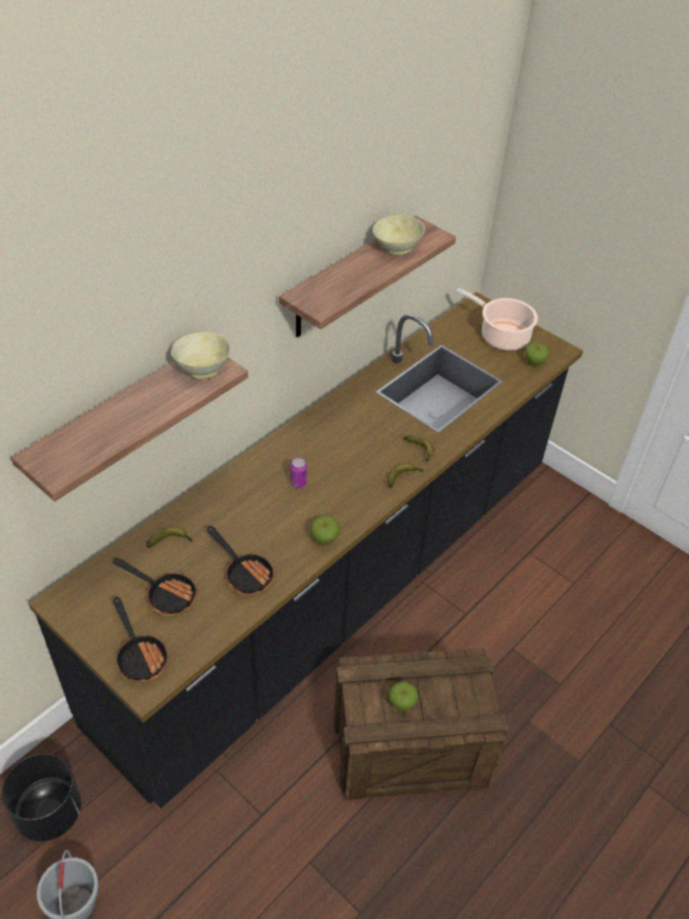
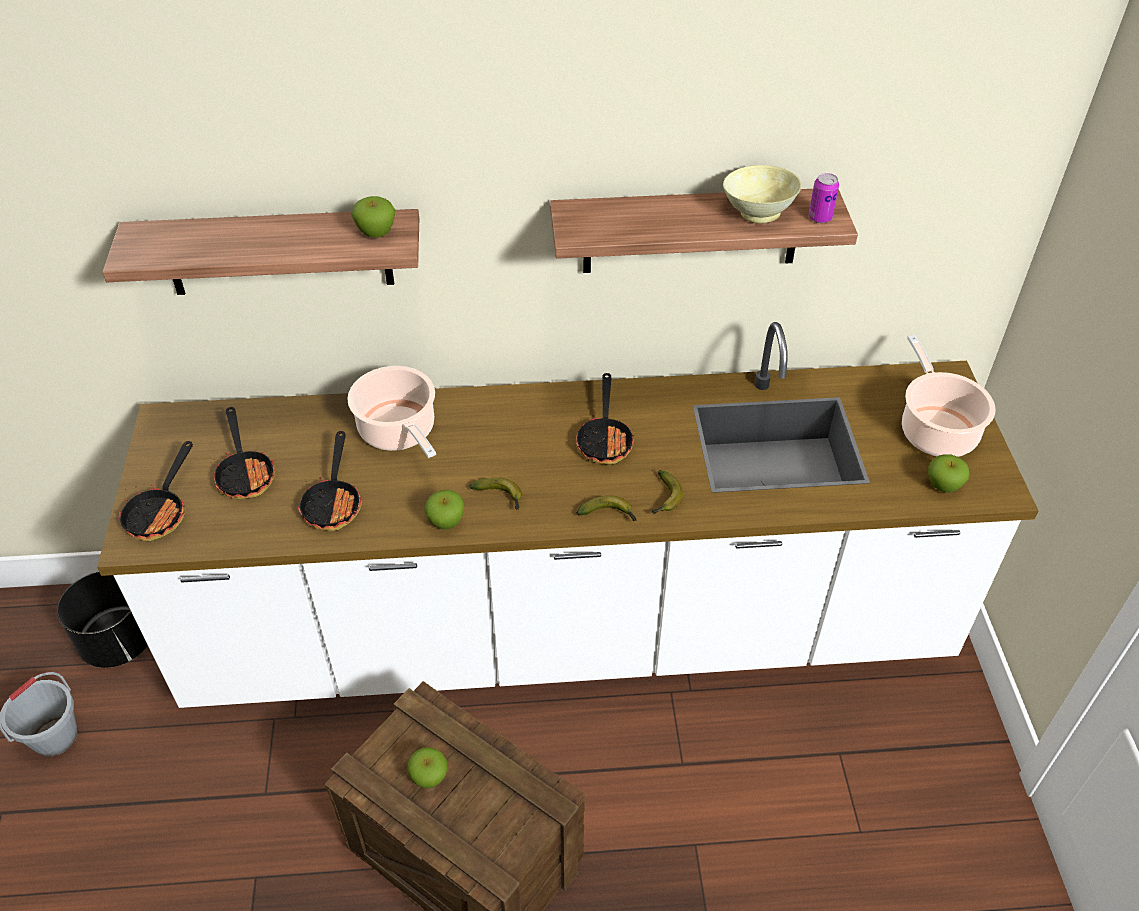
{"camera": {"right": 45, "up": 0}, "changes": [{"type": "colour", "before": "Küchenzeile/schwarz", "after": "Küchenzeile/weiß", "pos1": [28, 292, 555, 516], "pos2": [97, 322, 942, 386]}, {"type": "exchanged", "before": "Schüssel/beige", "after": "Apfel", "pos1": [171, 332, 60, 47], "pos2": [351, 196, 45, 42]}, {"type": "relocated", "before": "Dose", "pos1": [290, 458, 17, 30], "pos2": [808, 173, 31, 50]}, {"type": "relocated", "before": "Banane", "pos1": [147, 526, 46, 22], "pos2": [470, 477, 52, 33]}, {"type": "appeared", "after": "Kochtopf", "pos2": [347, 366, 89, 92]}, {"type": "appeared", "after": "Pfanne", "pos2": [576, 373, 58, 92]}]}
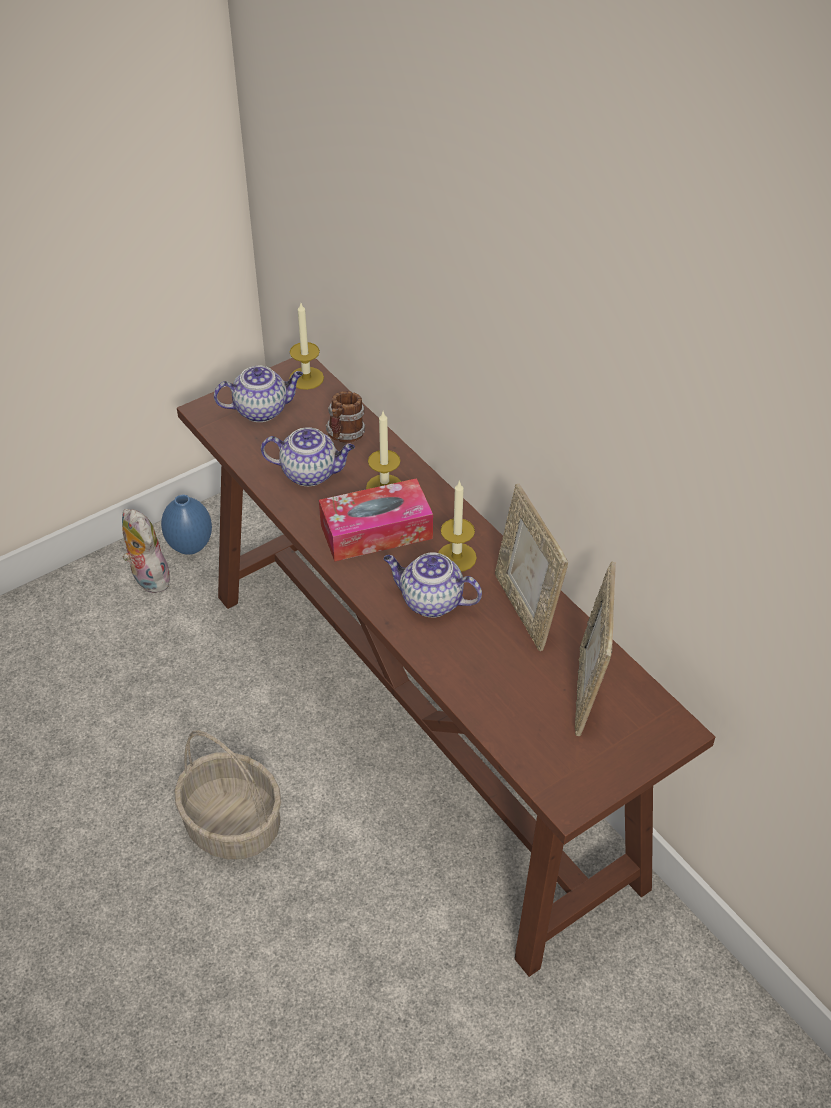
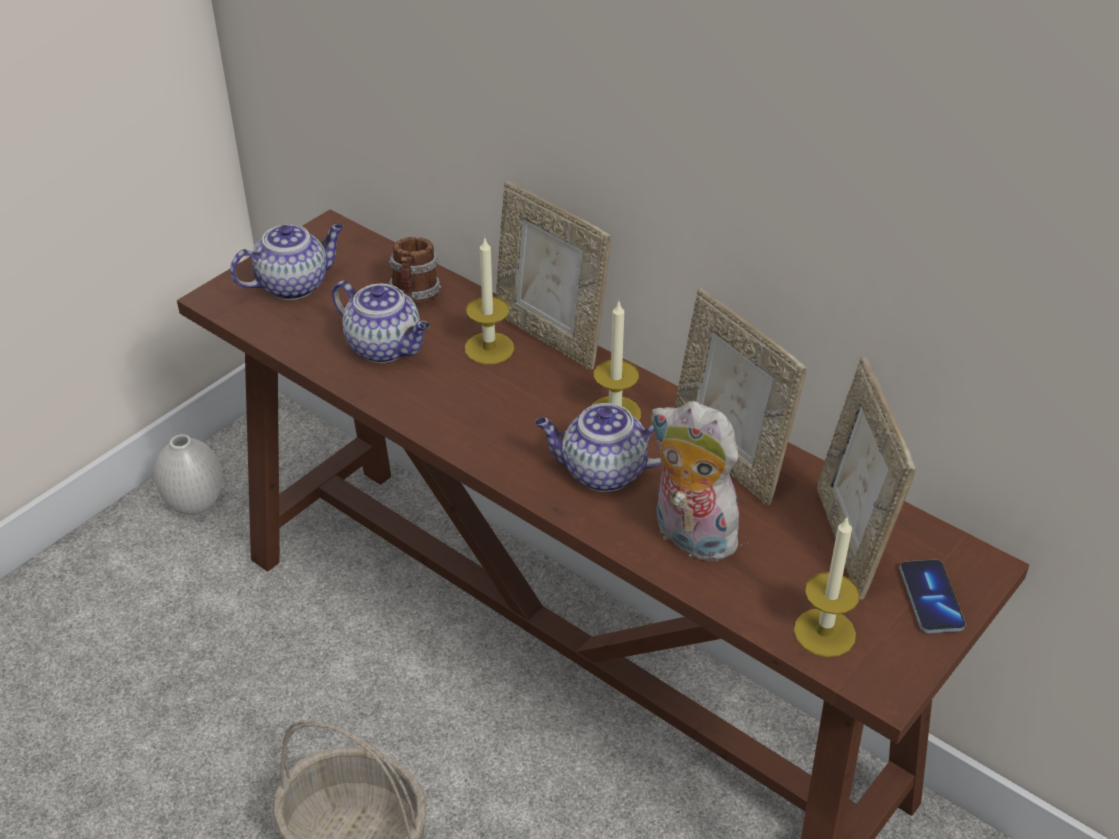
{"camera": {"right": -15, "up": -5}, "changes": [{"type": "relocated", "before": "Kerze", "pos1": [289, 303, 35, 87], "pos2": [794, 516, 66, 141]}, {"type": "spun", "before": "Teekanne", "pos1": [261, 427, 94, 59], "pos2": [332, 280, 98, 83], "turn": 45}, {"type": "missing", "before": "Taschentuchbox", "pos1": [319, 478, 114, 84]}, {"type": "colour", "before": "Vase/blau", "after": "Vase/weiß", "pos1": [161, 495, 51, 60], "pos2": [154, 434, 69, 81]}, {"type": "relocated", "before": "Plüschtier", "pos1": [122, 509, 48, 84], "pos2": [650, 401, 95, 160]}, {"type": "appeared", "after": "Bilderrahmen", "pos2": [496, 181, 115, 189]}, {"type": "appeared", "after": "Handy", "pos2": [900, 560, 66, 73]}]}
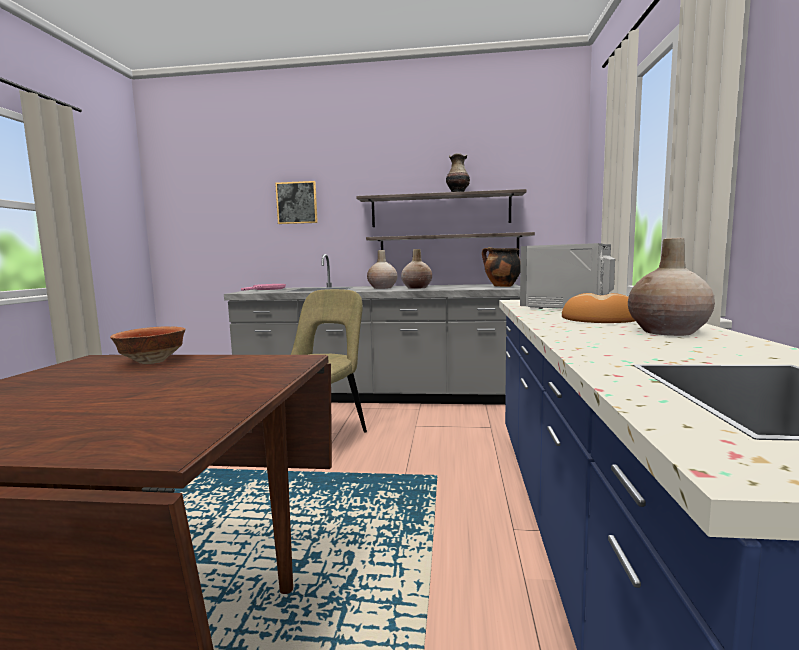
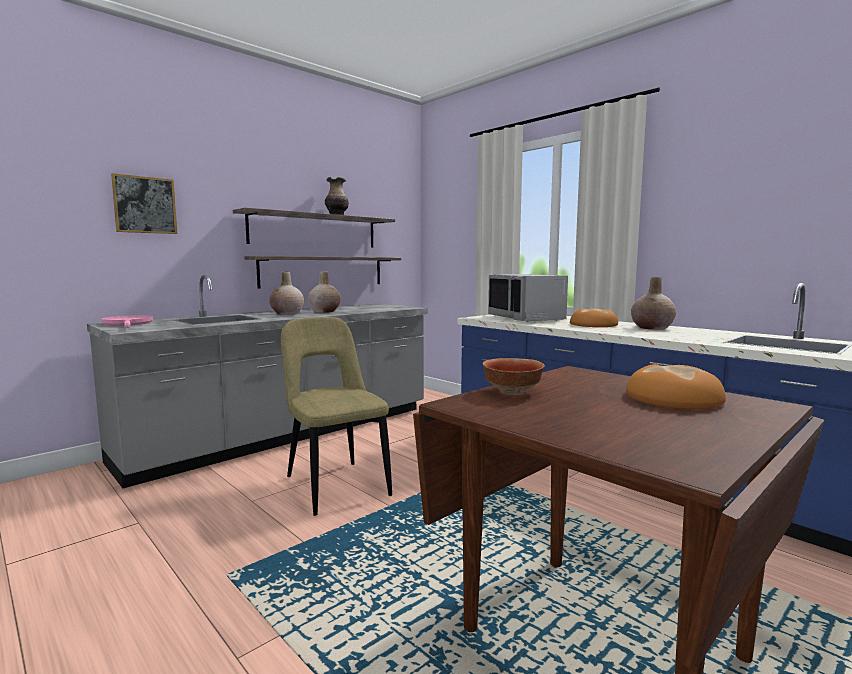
{"camera": {"right": -50, "up": 0}, "changes": [{"type": "missing", "before": "Kochtopf", "pos1": [482, 247, 39, 40]}, {"type": "appeared", "after": "Brot", "pos2": [626, 364, 100, 45]}]}
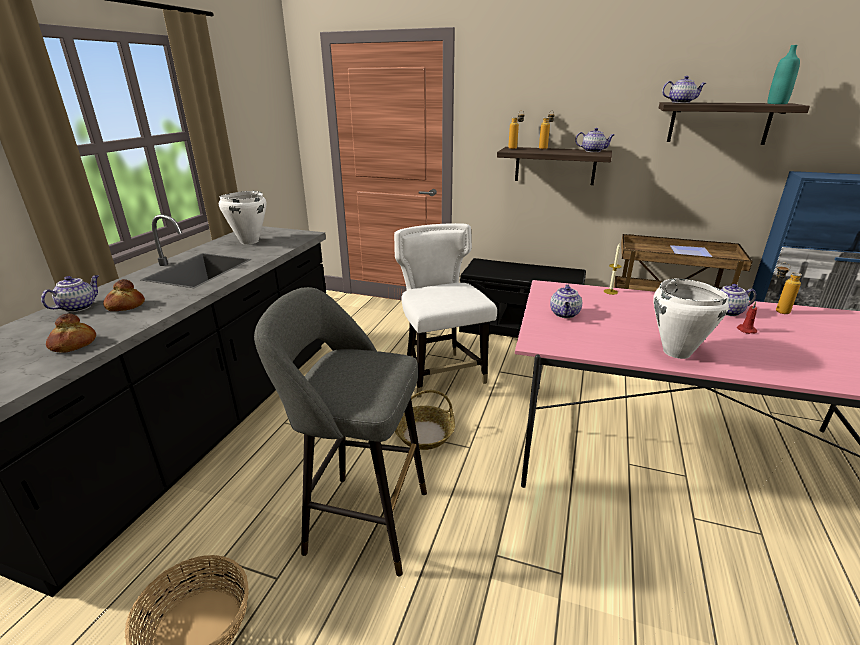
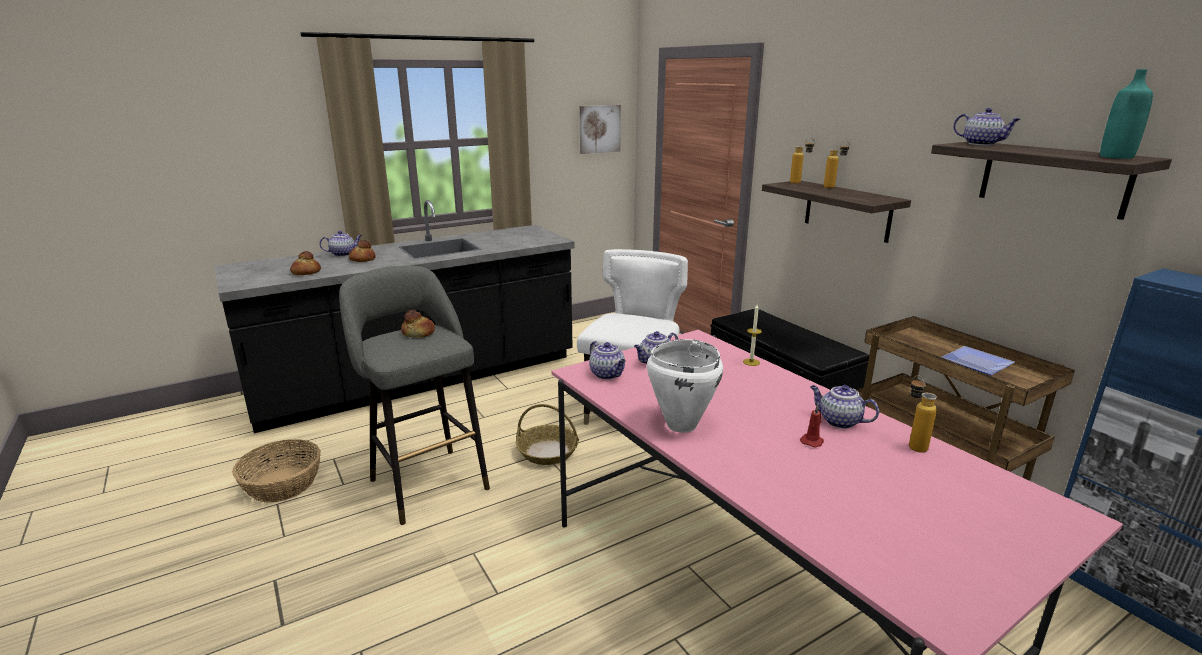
{"camera": {"right": 40, "up": -5}, "changes": [{"type": "relocated", "before": "Teekanne", "pos1": [575, 128, 40, 24], "pos2": [589, 341, 37, 39]}, {"type": "missing", "before": "Kochtopf/weiß", "pos1": [219, 191, 47, 53]}, {"type": "appeared", "after": "Bild", "pos2": [580, 105, 41, 49]}, {"type": "appeared", "after": "Brot", "pos2": [401, 310, 34, 28]}]}
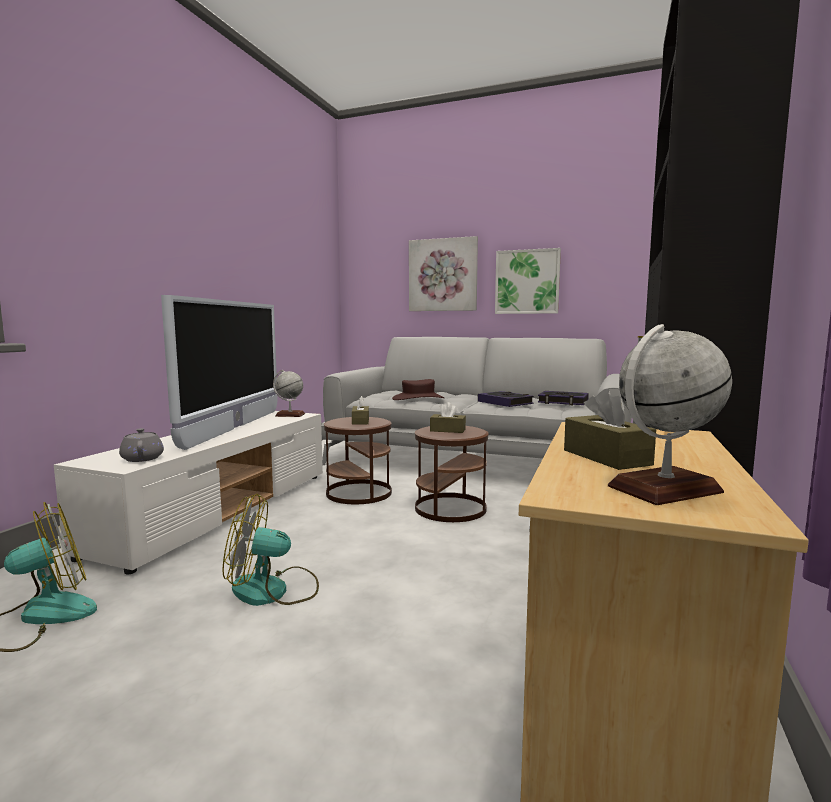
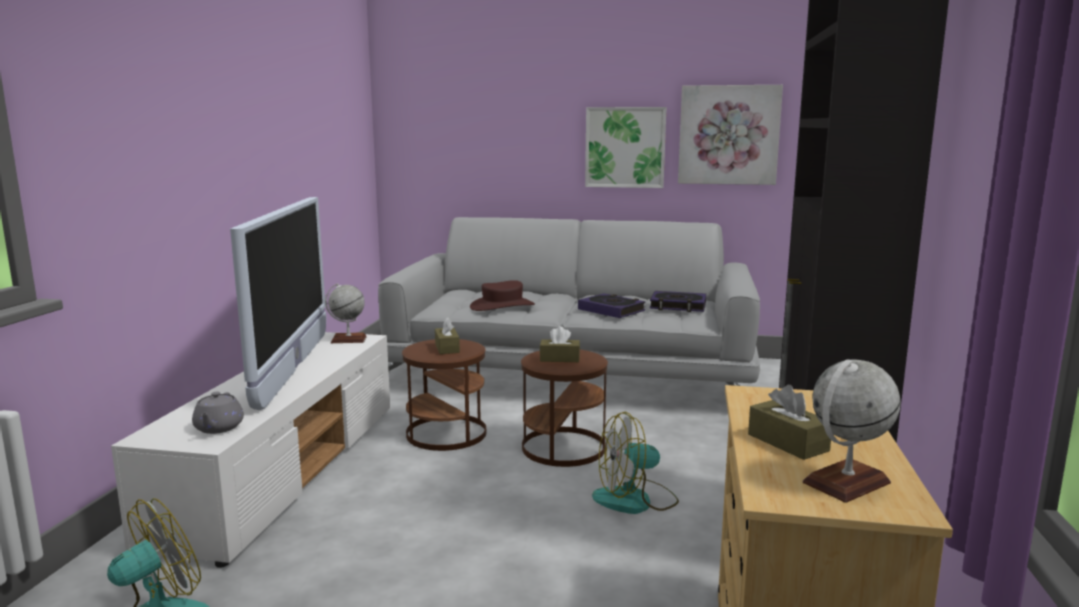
{"camera": {"right": -10, "up": 5}, "changes": [{"type": "relocated", "before": "Bild", "pos1": [409, 236, 69, 75], "pos2": [678, 85, 105, 100]}, {"type": "spun", "before": "Teekanne/grau", "pos1": [119, 428, 45, 34], "pos2": [192, 392, 52, 42], "turn": -150}, {"type": "relocated", "before": "Ventilator", "pos1": [222, 493, 97, 113], "pos2": [592, 412, 87, 102]}]}
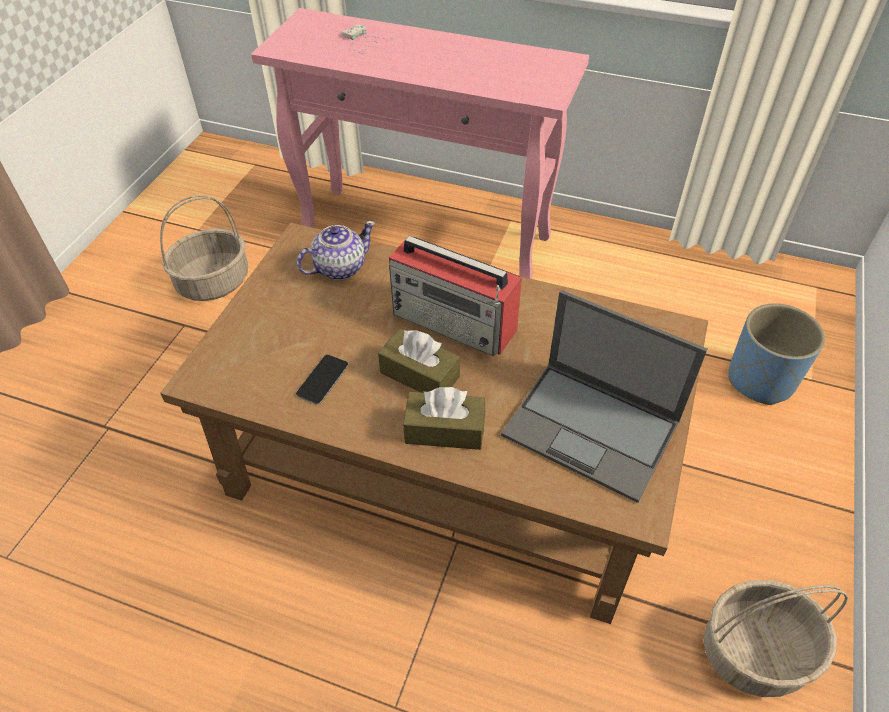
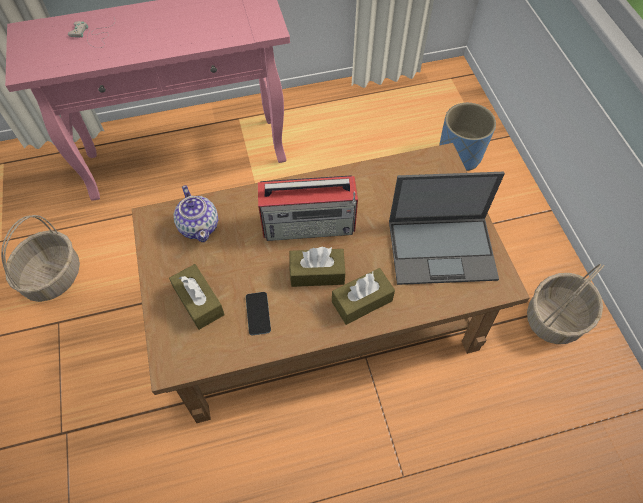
{"camera": {"right": -35, "up": 10}, "changes": [{"type": "spun", "before": "Teekanne", "pos1": [297, 221, 78, 59], "pos2": [174, 185, 44, 57], "turn": 135}, {"type": "appeared", "after": "Taschentuchbox/braun", "pos2": [169, 264, 56, 66]}]}
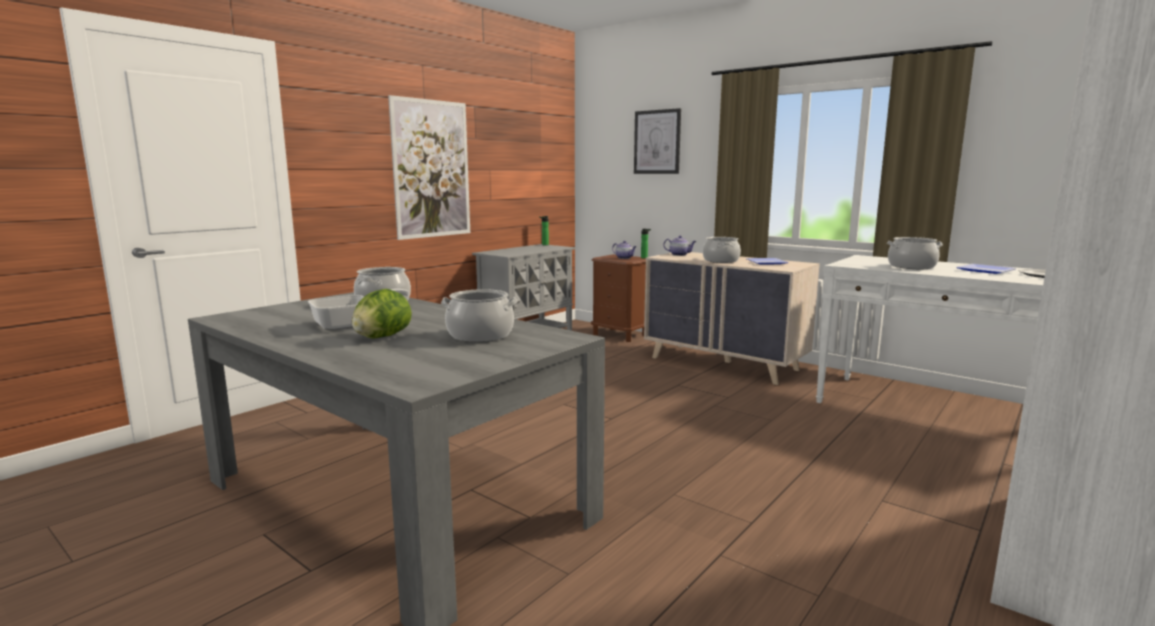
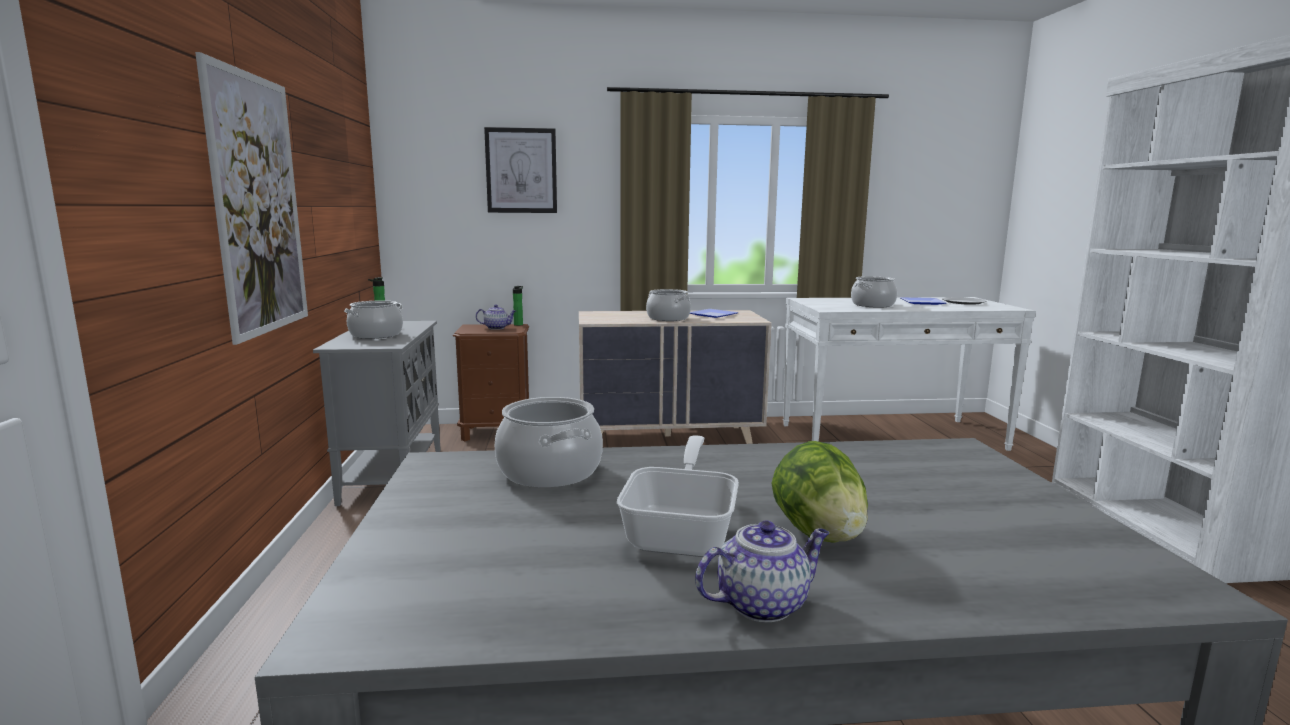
{"camera": {"right": -45, "up": 0}, "changes": [{"type": "relocated", "before": "Teekanne", "pos1": [663, 235, 33, 21], "pos2": [695, 521, 134, 101]}, {"type": "relocated", "before": "Kochtopf", "pos1": [441, 289, 77, 53], "pos2": [344, 300, 59, 39]}]}
